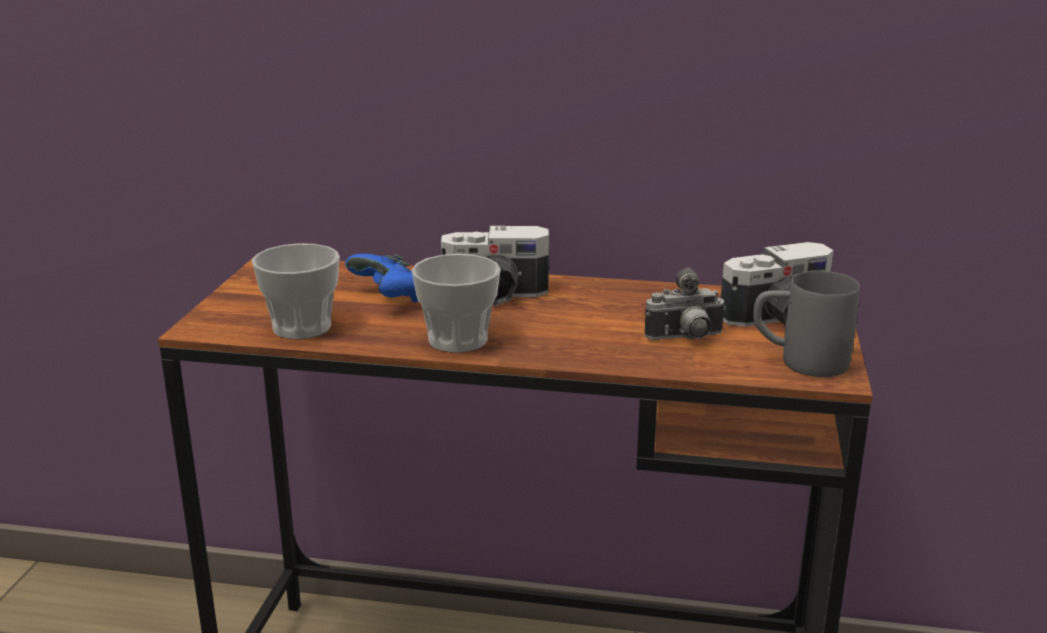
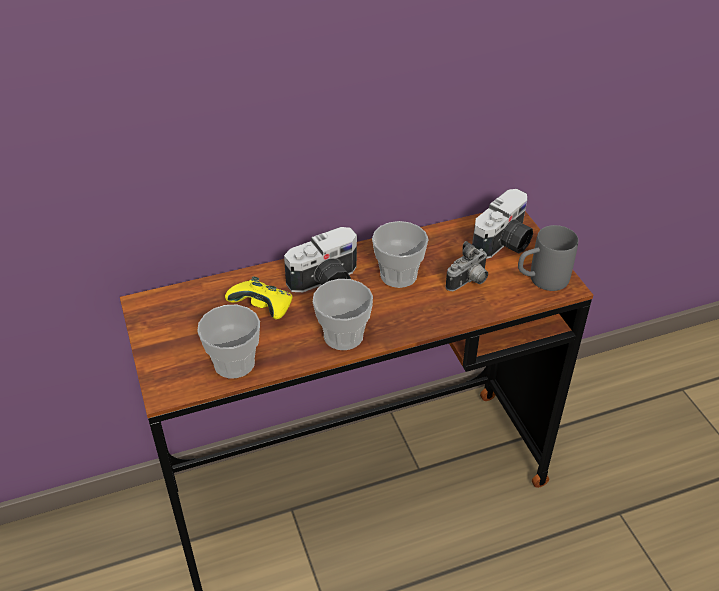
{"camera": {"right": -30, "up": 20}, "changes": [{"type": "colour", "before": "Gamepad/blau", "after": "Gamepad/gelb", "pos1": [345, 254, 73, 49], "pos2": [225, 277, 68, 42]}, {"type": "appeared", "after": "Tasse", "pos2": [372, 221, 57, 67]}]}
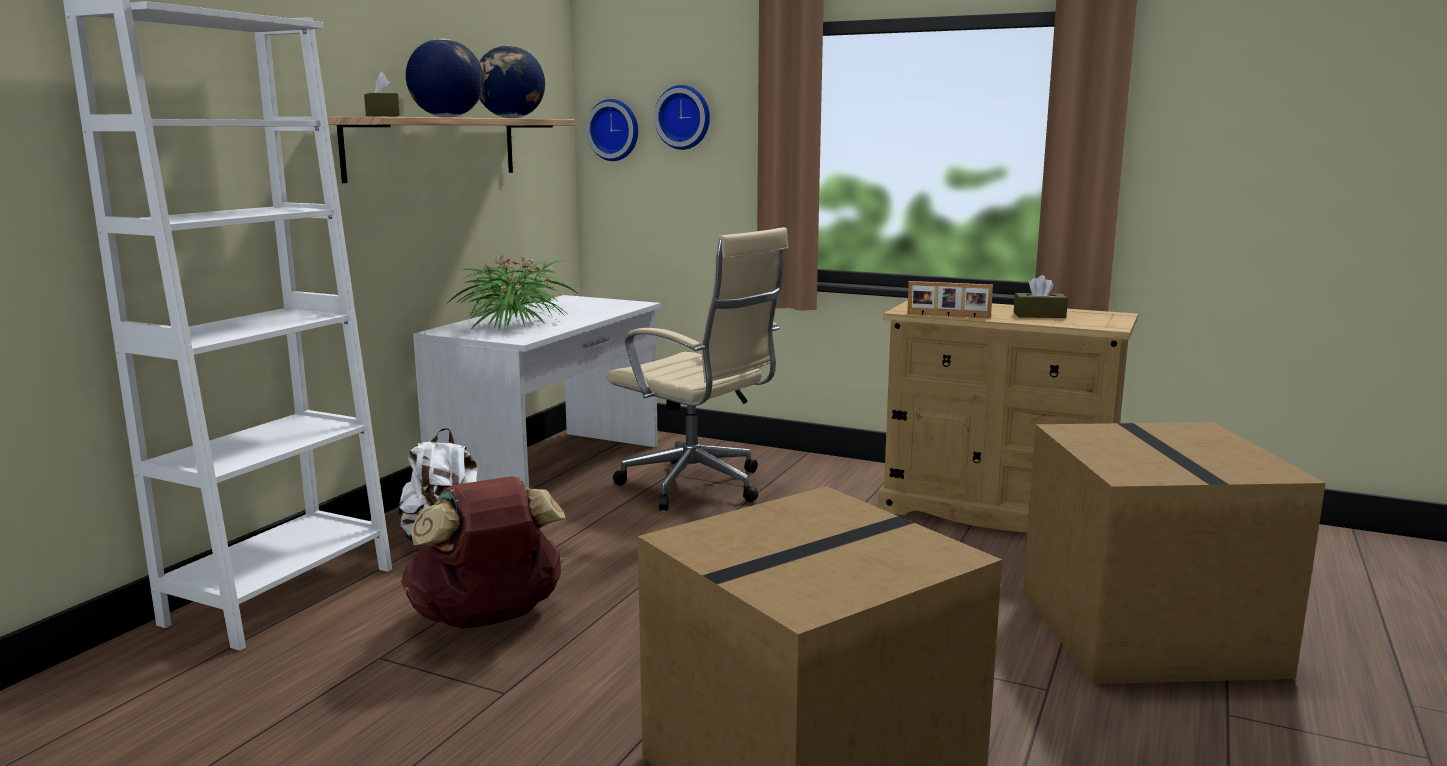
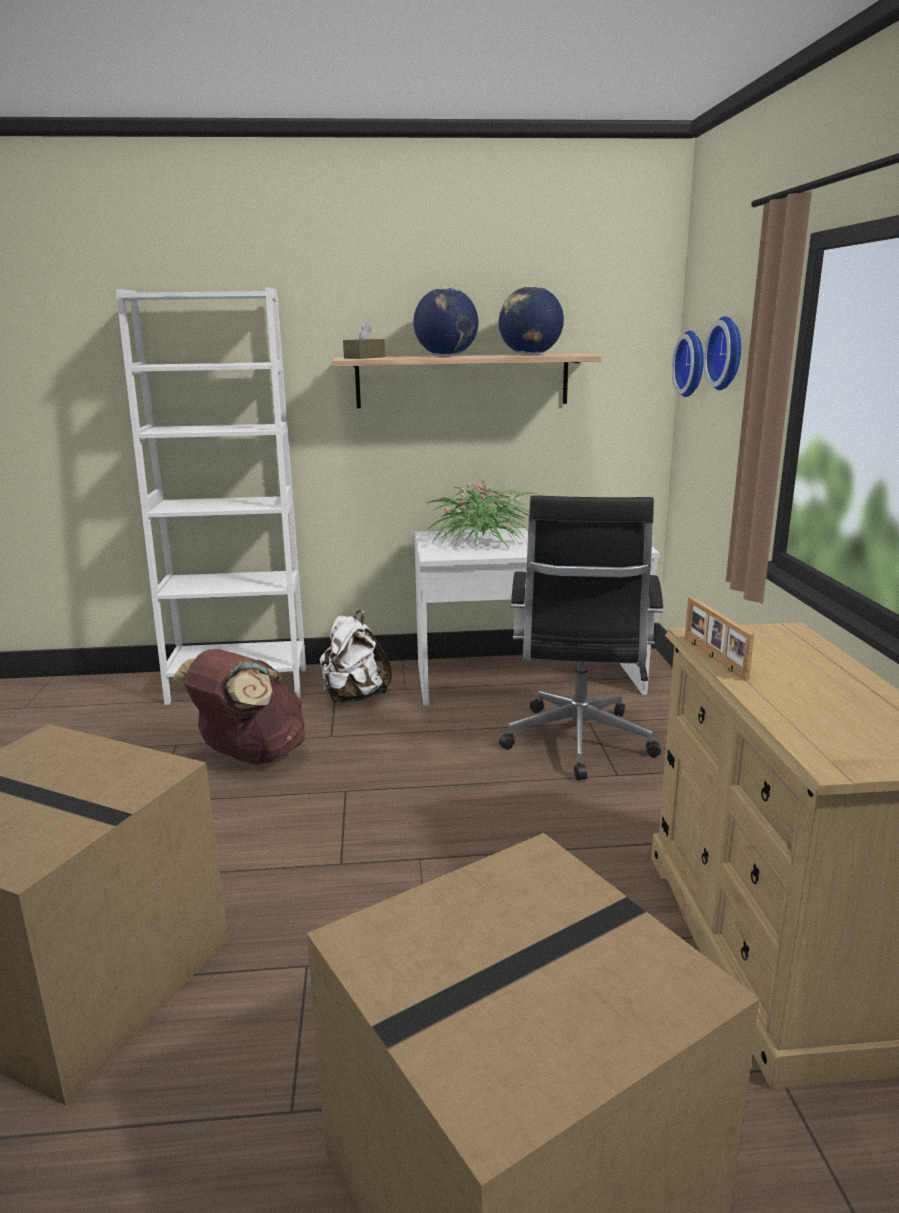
{"camera": {"right": 60, "up": 5}, "changes": [{"type": "colour", "before": "Bürostuhl/beige", "after": "Bürostuhl/schwarz", "pos1": [606, 227, 183, 284], "pos2": [499, 495, 164, 285]}, {"type": "missing", "before": "Taschentuchbox/braun", "pos1": [1014, 275, 54, 43]}]}
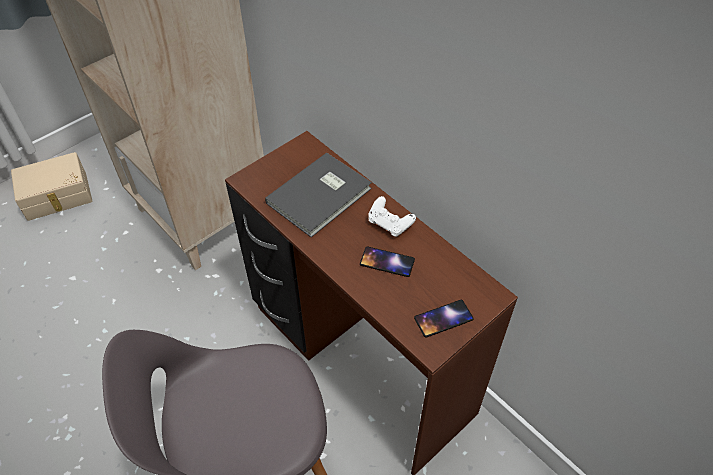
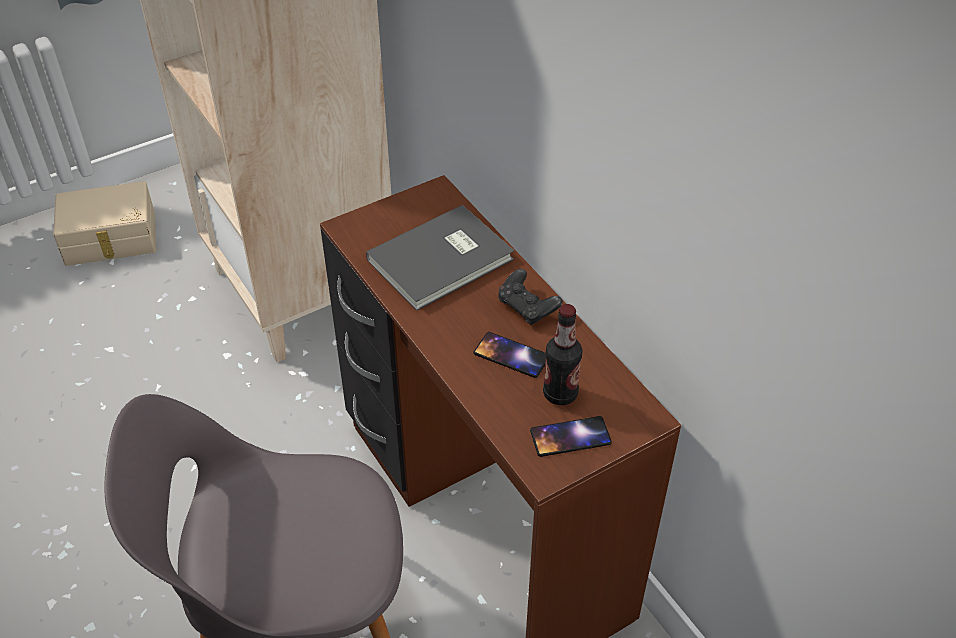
{"camera": {"right": 10, "up": -5}, "changes": [{"type": "colour", "before": "Gamepad/weiß", "after": "Gamepad/schwarz", "pos1": [368, 196, 48, 41], "pos2": [498, 269, 65, 56]}, {"type": "appeared", "after": "Flasche", "pos2": [543, 304, 40, 101]}]}
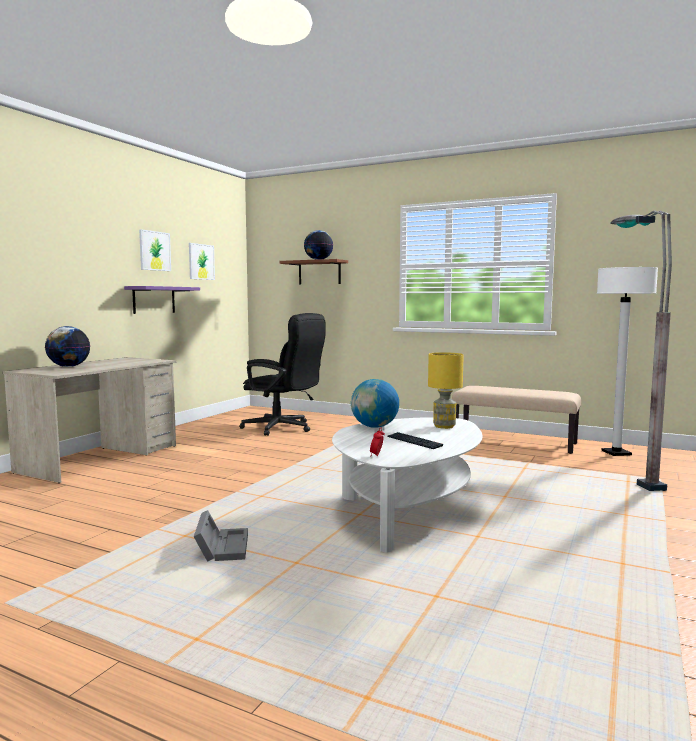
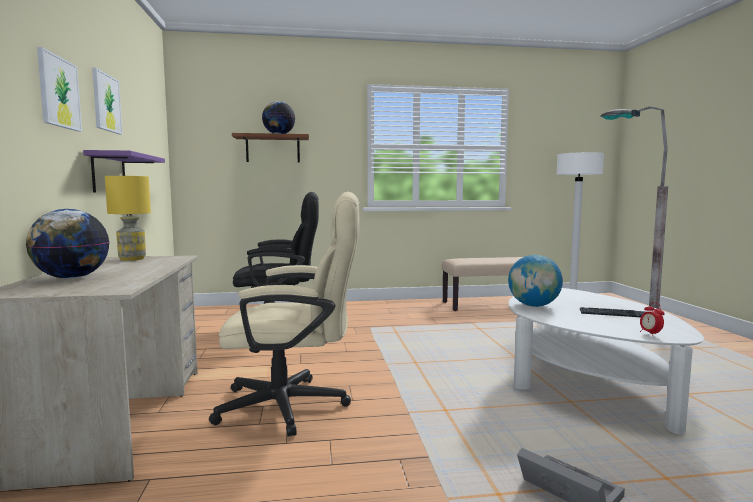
{"camera": {"right": -35, "up": 0}, "changes": [{"type": "relocated", "before": "Bild", "pos1": [189, 243, 26, 37], "pos2": [37, 47, 45, 85]}, {"type": "relocated", "before": "Tischlampe/gelb", "pos1": [428, 352, 36, 77], "pos2": [105, 176, 46, 85]}, {"type": "appeared", "after": "Bürostuhl/beige", "pos2": [209, 192, 151, 245]}]}
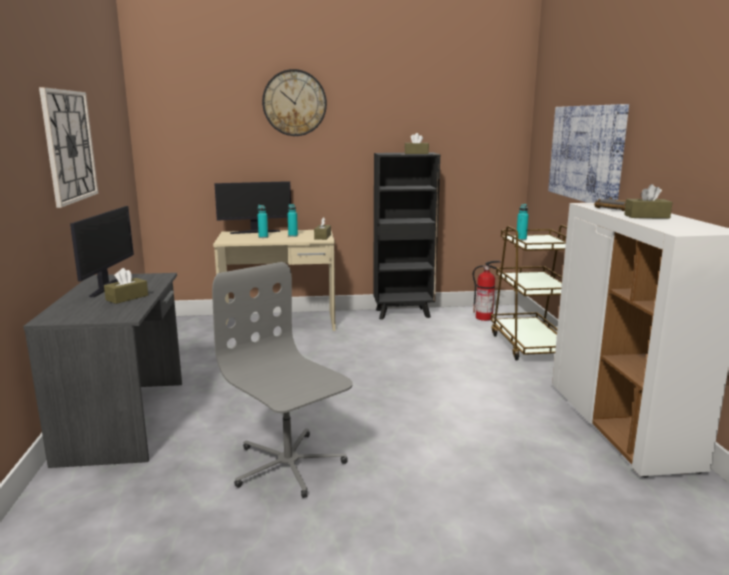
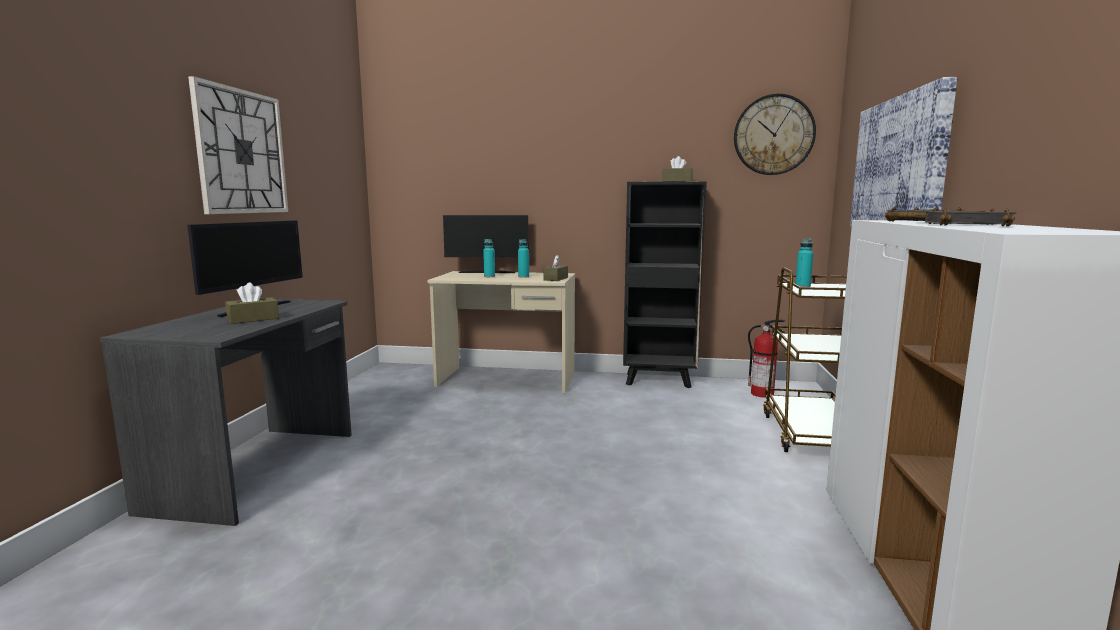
{"camera": {"right": 15, "up": -5}, "changes": [{"type": "relocated", "before": "Wanduhr", "pos1": [262, 69, 65, 67], "pos2": [734, 94, 82, 81]}, {"type": "exchanged", "before": "Taschentuchbox/braun", "after": "Buch/schwarz", "pos1": [624, 184, 49, 35], "pos2": [925, 207, 91, 19]}, {"type": "missing", "before": "Bürostuhl/grau", "pos1": [212, 262, 141, 236]}]}
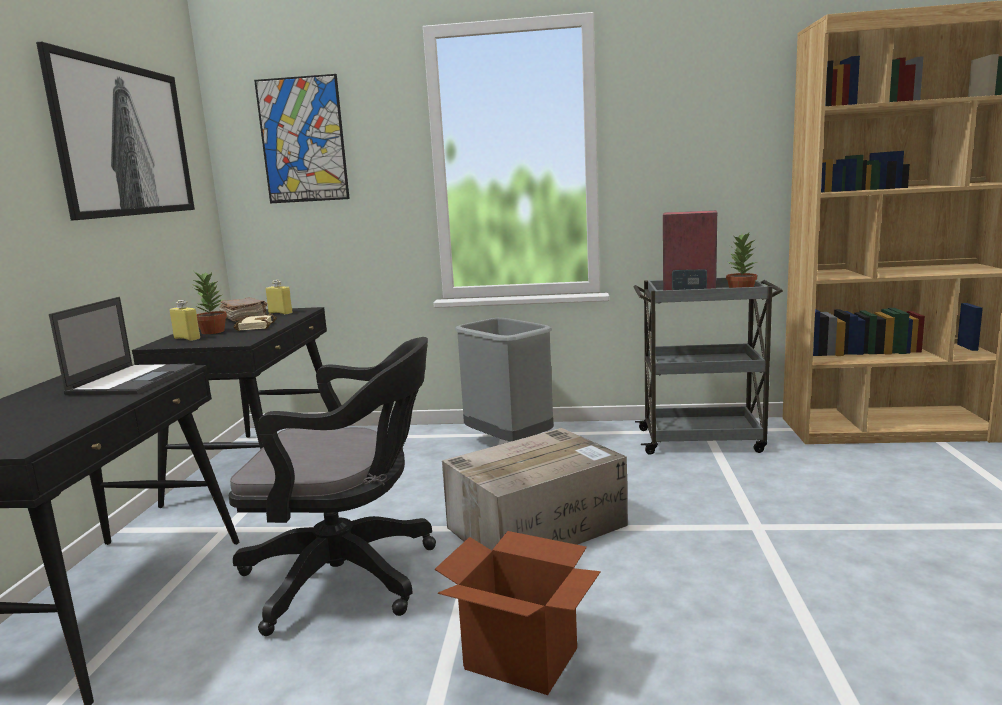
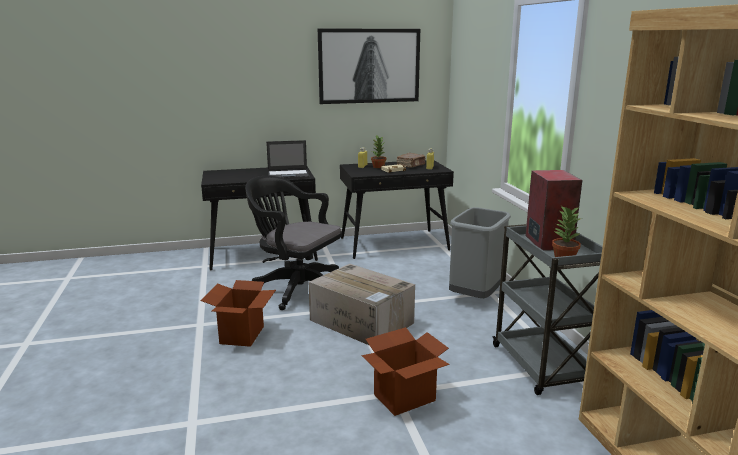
{"camera": {"right": 70, "up": 5}, "changes": [{"type": "missing", "before": "Bild", "pos1": [254, 74, 96, 129]}, {"type": "spun", "before": "Bürostuhl/schwarz", "pos1": [229, 337, 207, 299], "pos2": [245, 176, 97, 134], "turn": 135}, {"type": "appeared", "after": "Karton", "pos2": [361, 327, 88, 89]}]}
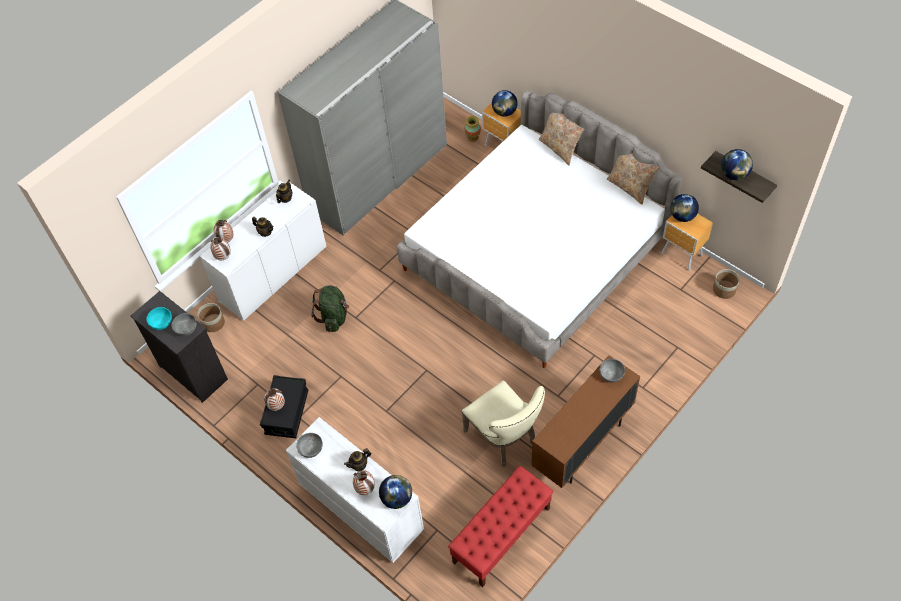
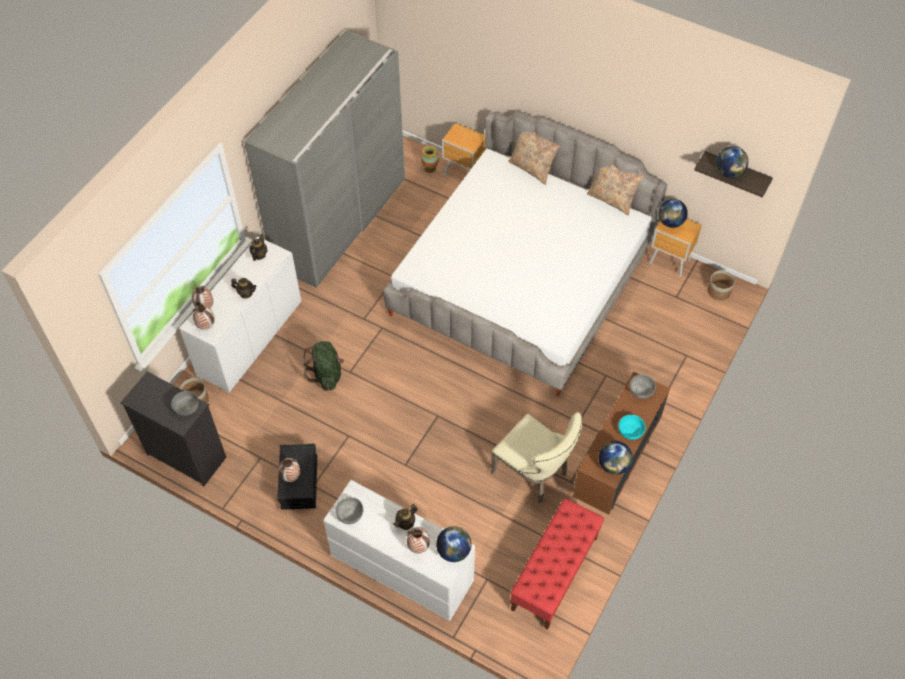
{"camera": {"right": -15, "up": 0}, "changes": [{"type": "relocated", "before": "Globus", "pos1": [492, 90, 26, 27], "pos2": [599, 441, 34, 34]}, {"type": "relocated", "before": "Schüssel/türkis", "pos1": [147, 307, 25, 23], "pos2": [619, 415, 26, 25]}]}
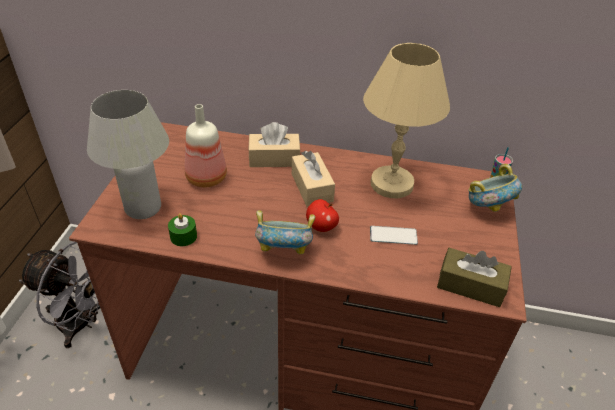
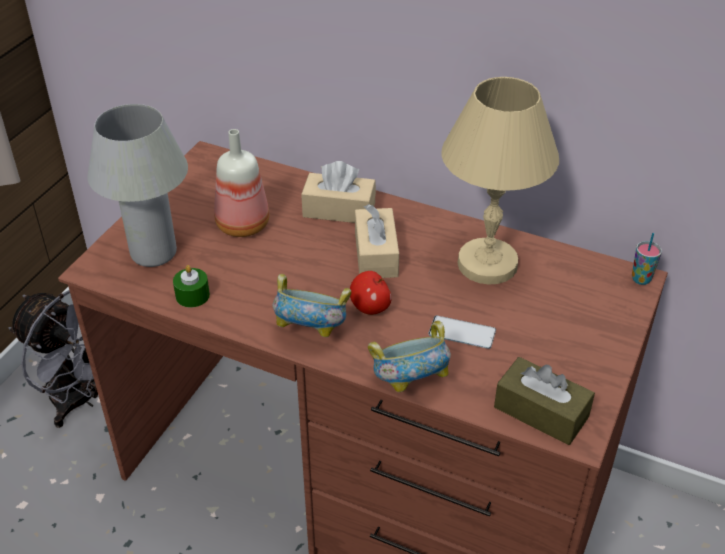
{"camera": {"right": 15, "up": 0}, "changes": [{"type": "relocated", "before": "Schüssel", "pos1": [469, 164, 53, 48], "pos2": [368, 321, 83, 71]}]}
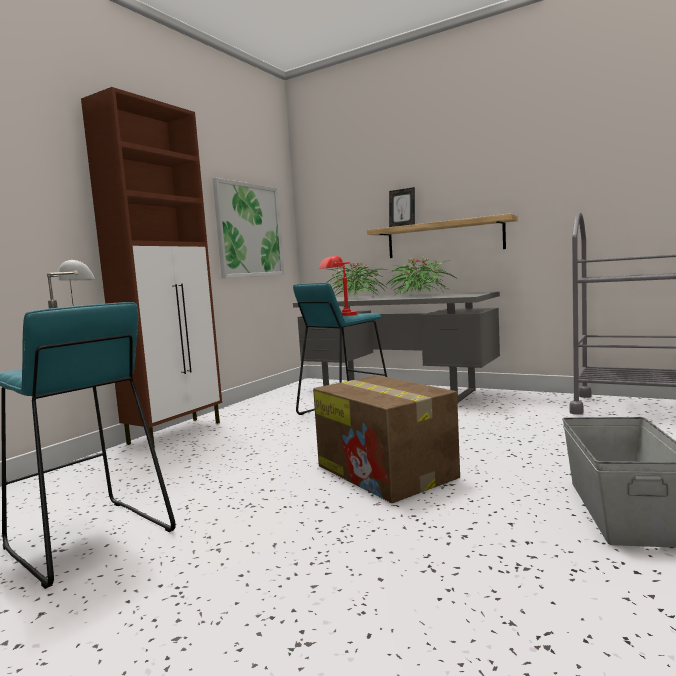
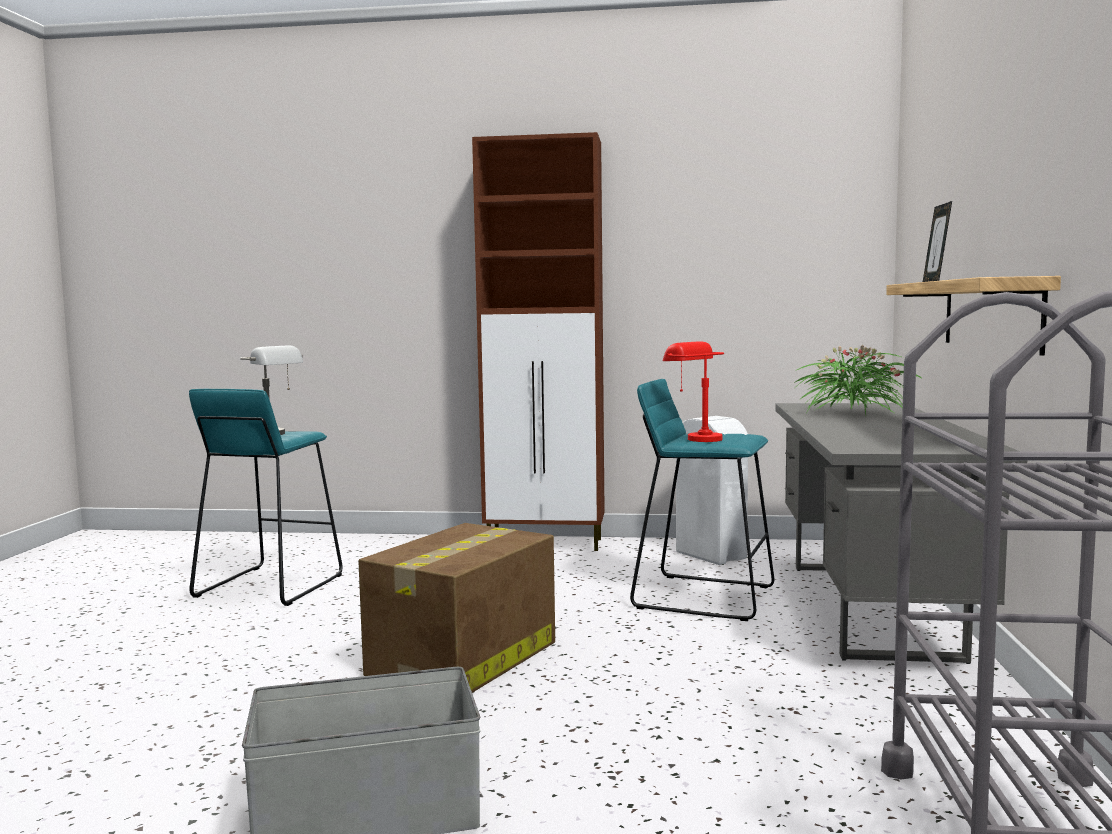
{"camera": {"right": 65, "up": 0}, "changes": [{"type": "missing", "before": "Bild", "pos1": [213, 178, 71, 100]}, {"type": "missing", "before": "Topfpflanze", "pos1": [386, 257, 71, 40]}, {"type": "appeared", "after": "Mülleimer/weiß", "pos2": [676, 416, 72, 149]}]}
